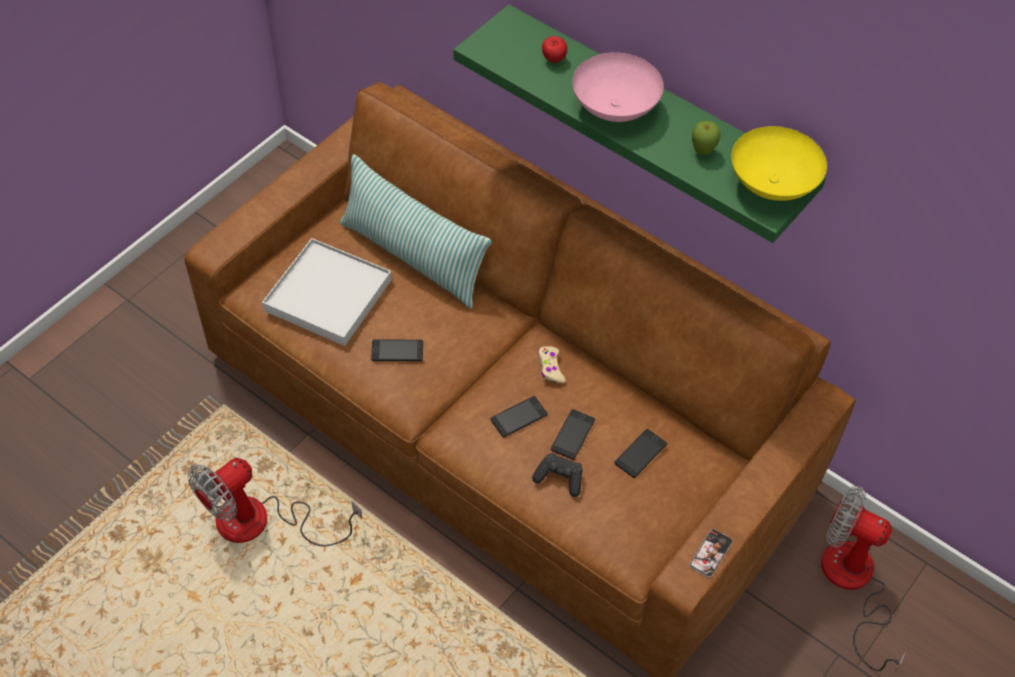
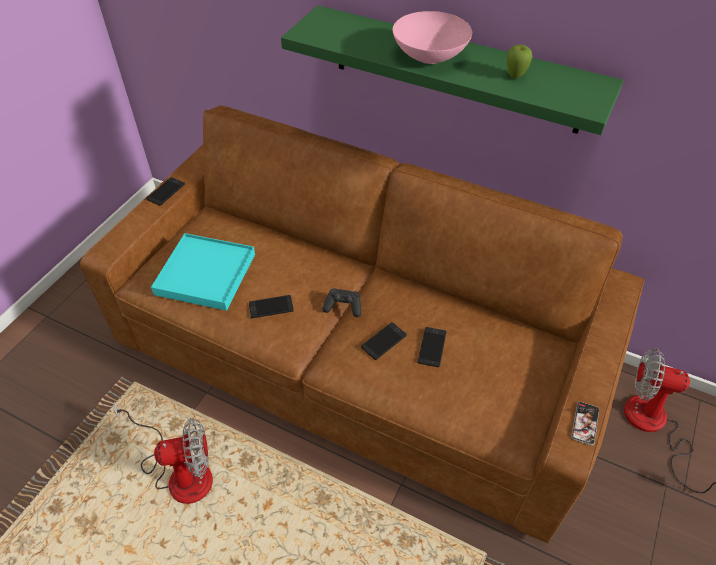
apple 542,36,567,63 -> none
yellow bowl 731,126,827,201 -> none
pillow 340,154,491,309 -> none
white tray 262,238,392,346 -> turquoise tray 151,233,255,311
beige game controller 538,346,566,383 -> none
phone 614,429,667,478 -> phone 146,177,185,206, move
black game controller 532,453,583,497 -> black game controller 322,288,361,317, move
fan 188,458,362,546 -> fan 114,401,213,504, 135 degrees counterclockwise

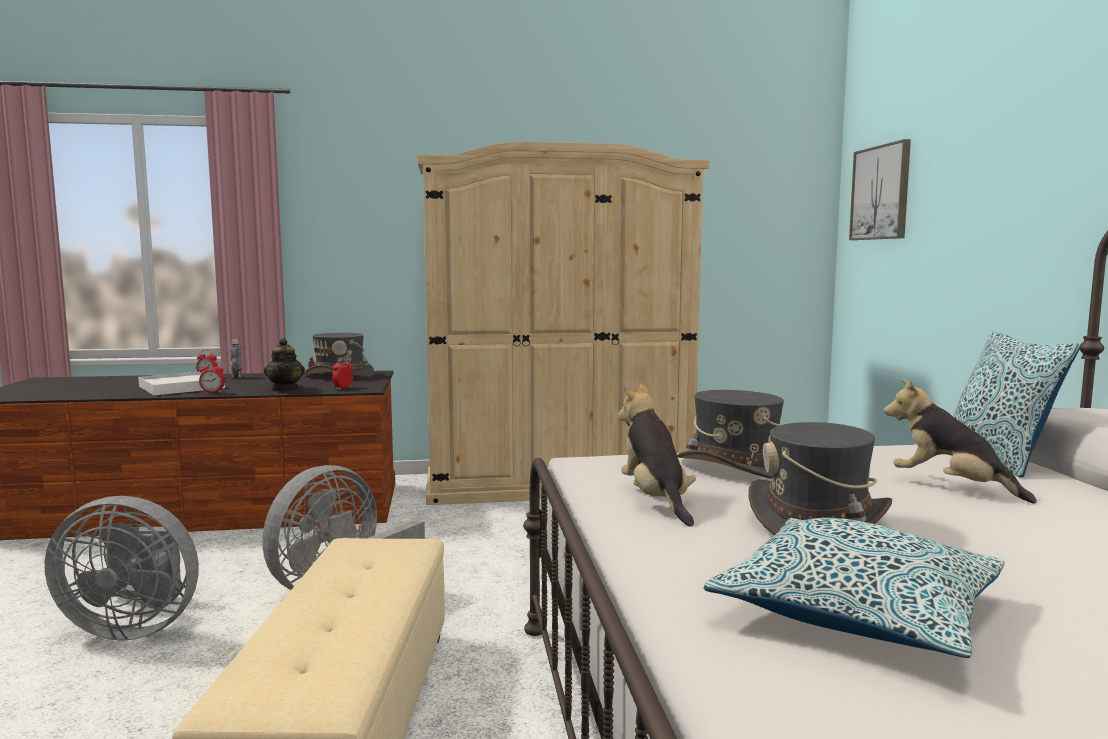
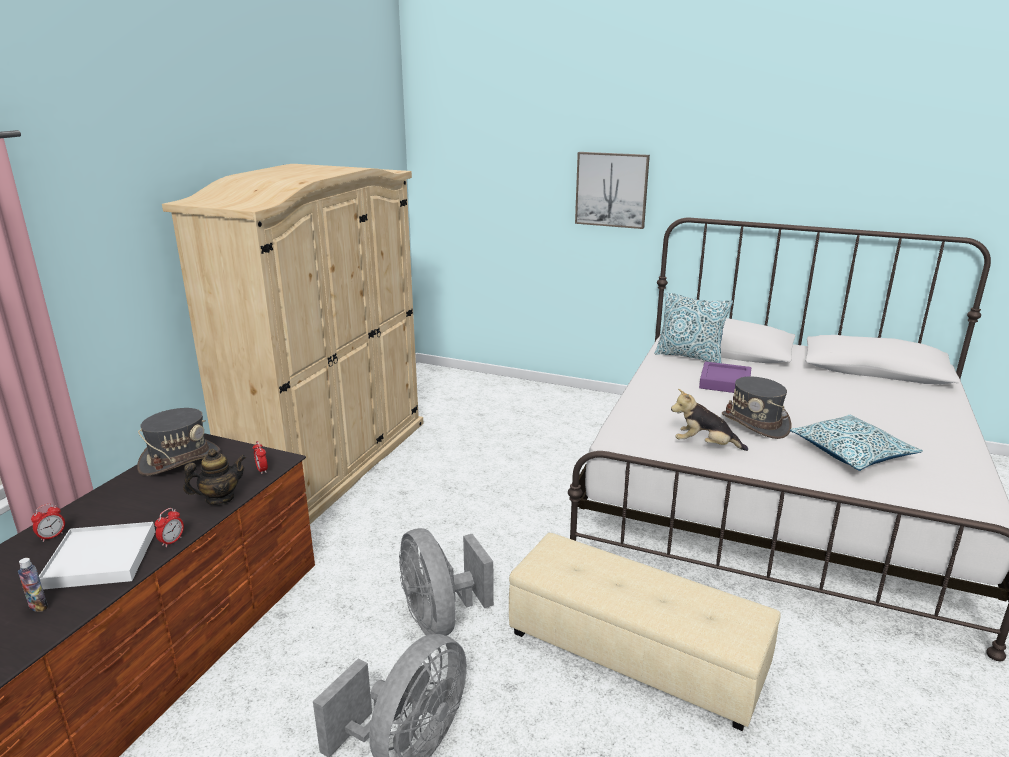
picture 849,139,911,240 -> picture 575,152,650,229, move
teapot 264,338,305,391 -> teapot 183,449,246,505, 45 degrees counterclockwise
bottle 230,340,242,378 -> bottle 18,558,48,612, move
plush toy 884,379,1037,504 -> purple tray 699,361,751,393
grey hat 677,390,784,479 -> none

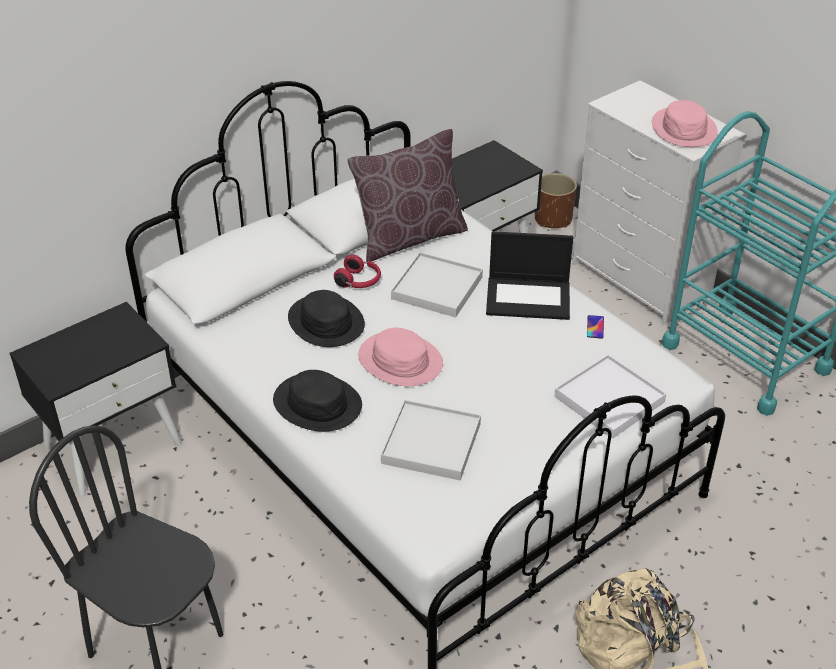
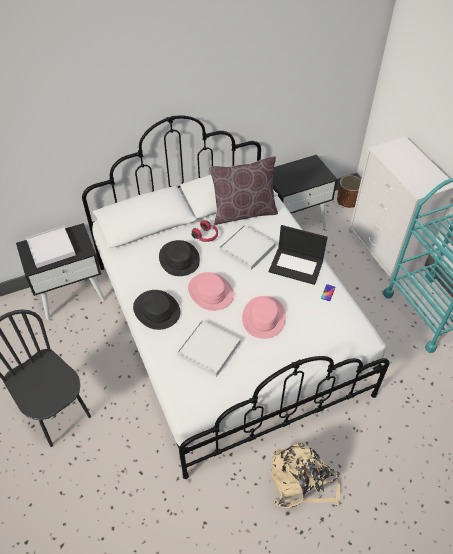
pink hat 652,100,718,147 -> pink hat 242,296,286,339, move
white tray 555,355,666,439 -> white tray 26,226,76,268, move

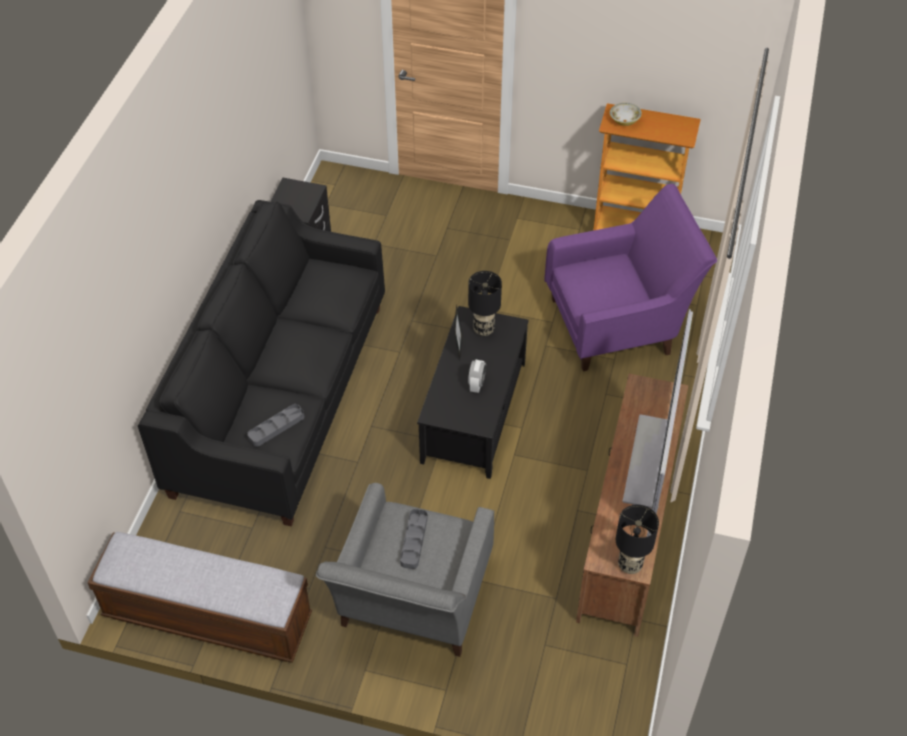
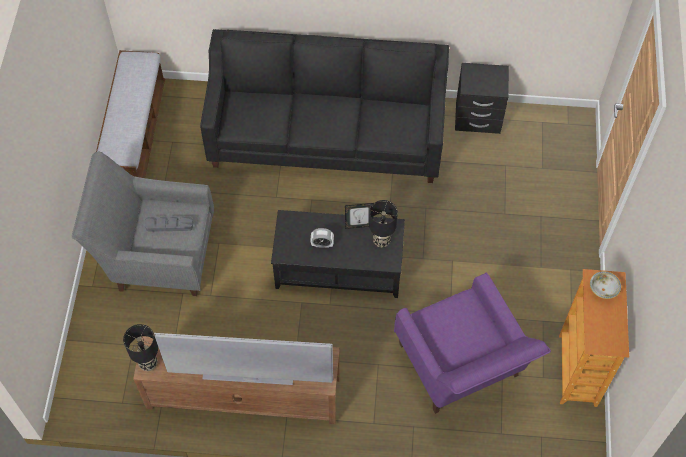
grey tray 247,404,304,447 -> none

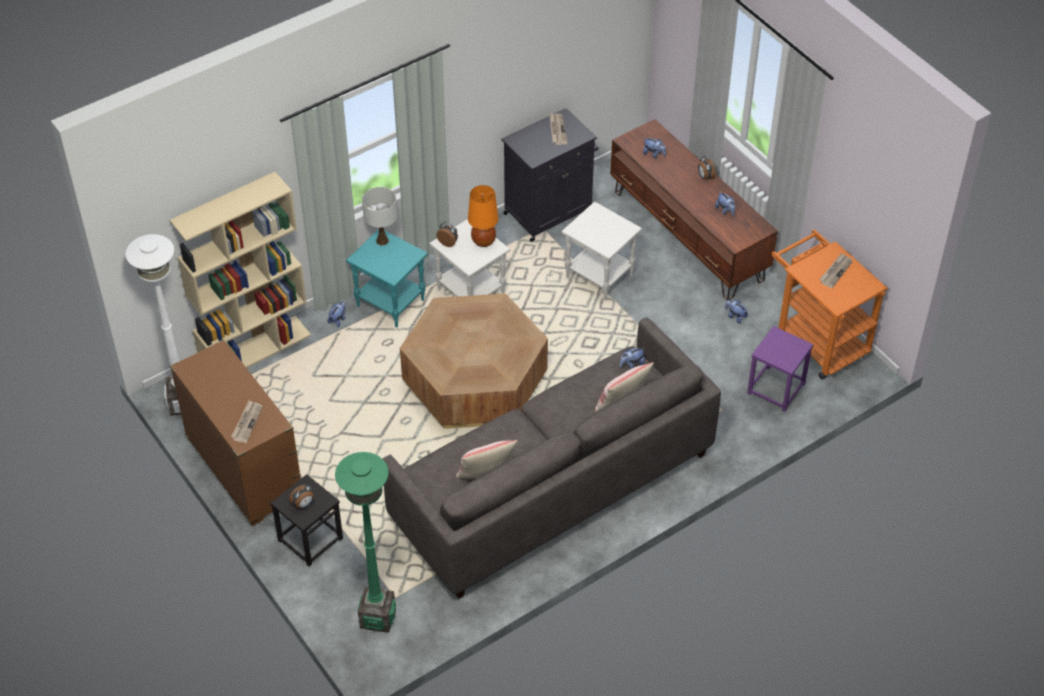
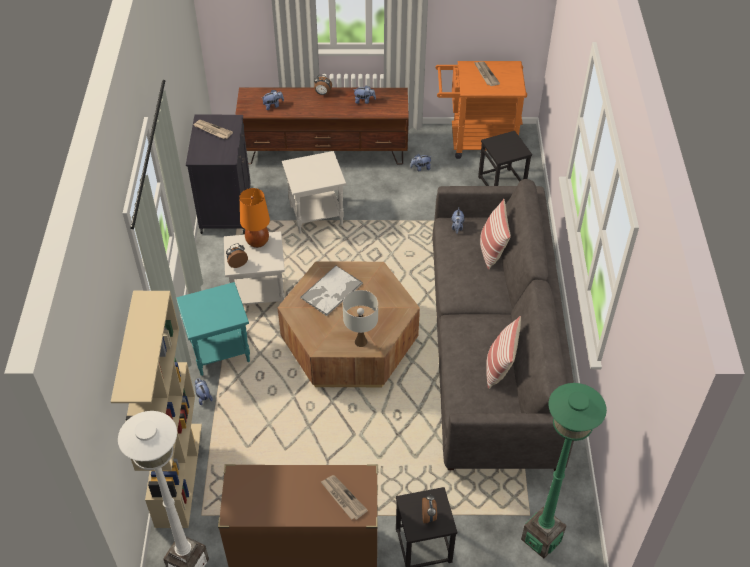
white table lamp 362,187,397,245 -> white table lamp 343,290,378,347, move
purple stool 747,326,813,412 -> black stool 478,131,532,186
none -> tray 300,266,363,316

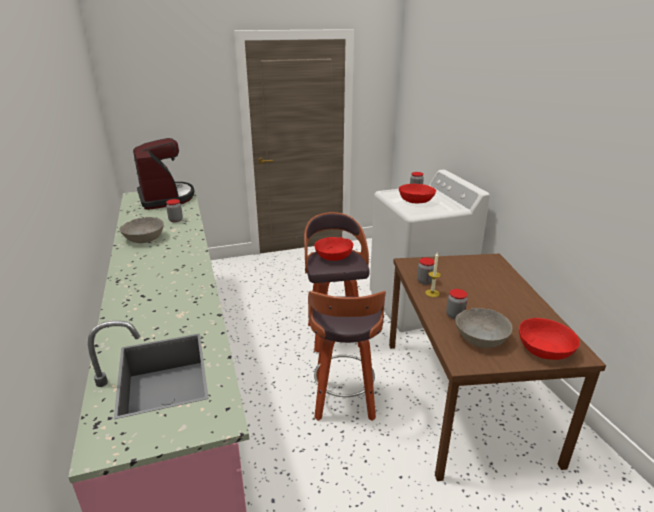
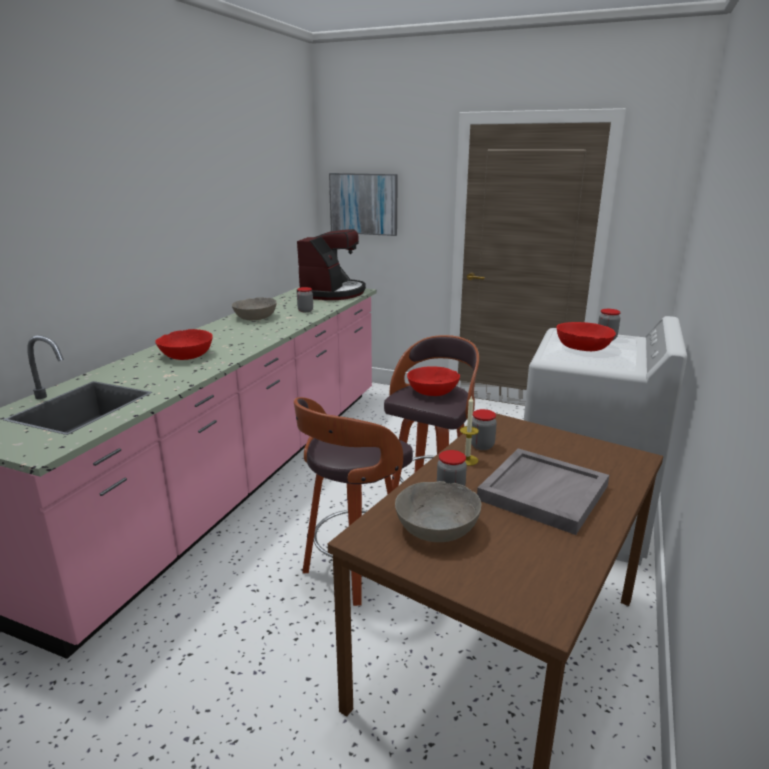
red bowl 519,318,580,360 -> red bowl 155,329,213,360, move
none -> picture 329,173,398,236
none -> grey tray 477,448,609,535

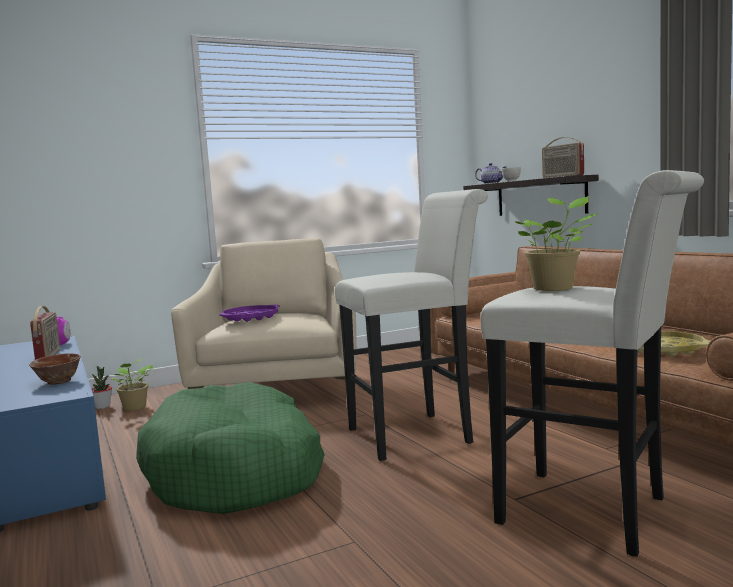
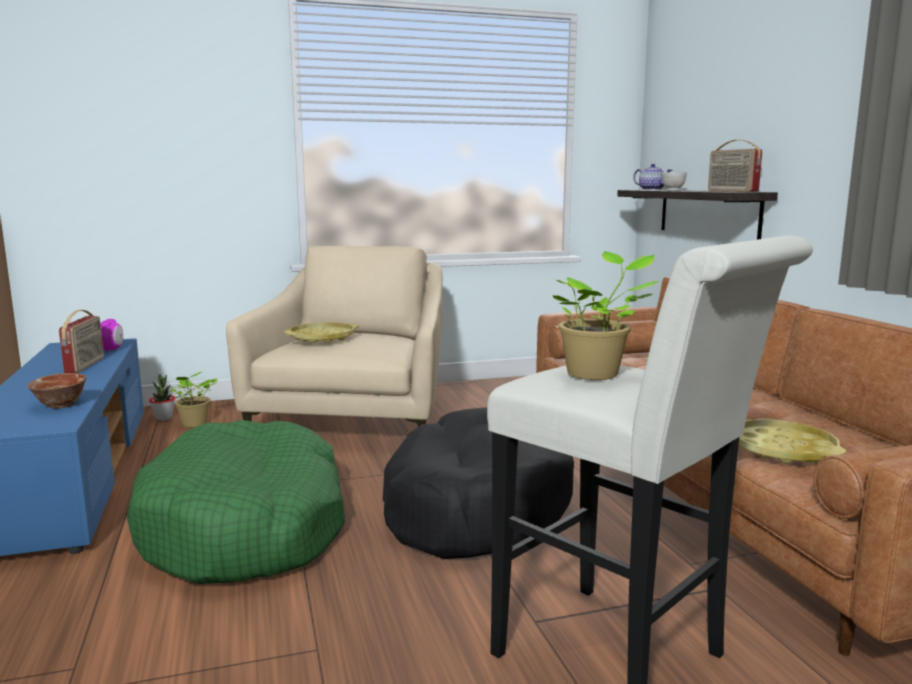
white stool 335,189,488,461 -> black dog bed 383,407,574,559
purple tray 219,305,280,322 -> yellow tray 284,322,359,343

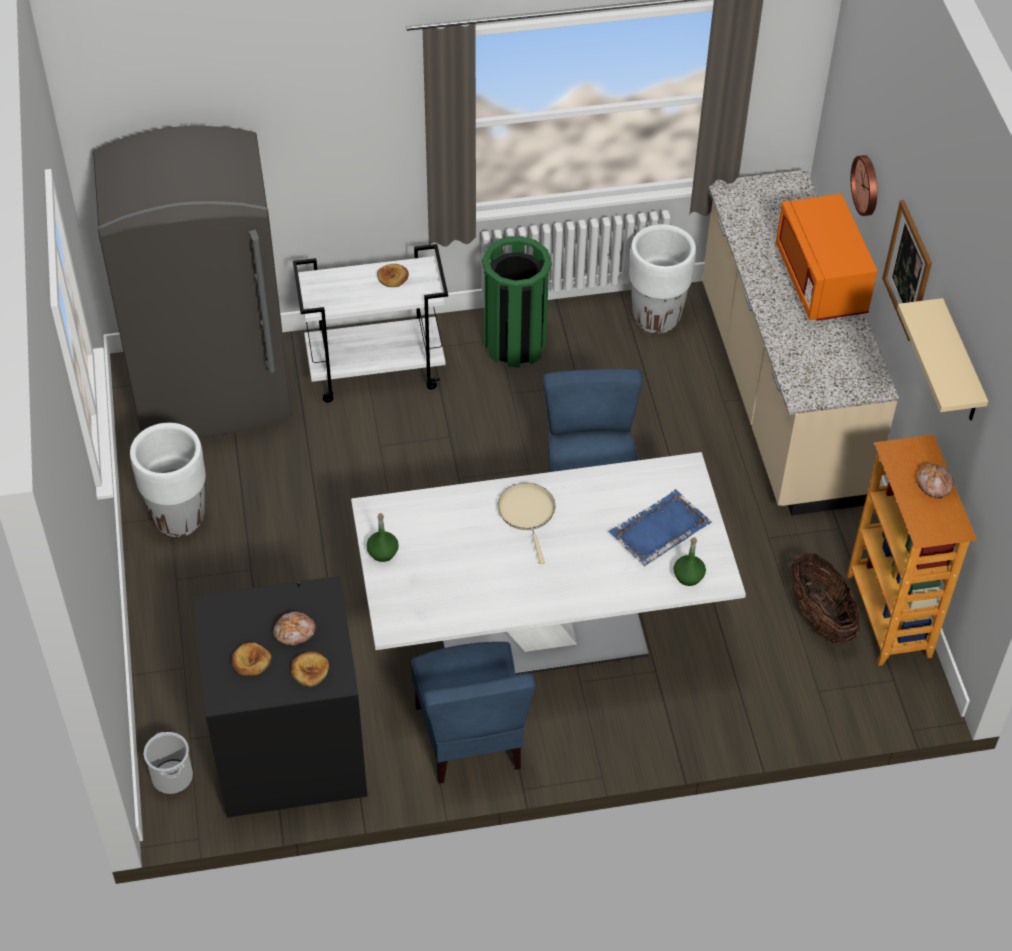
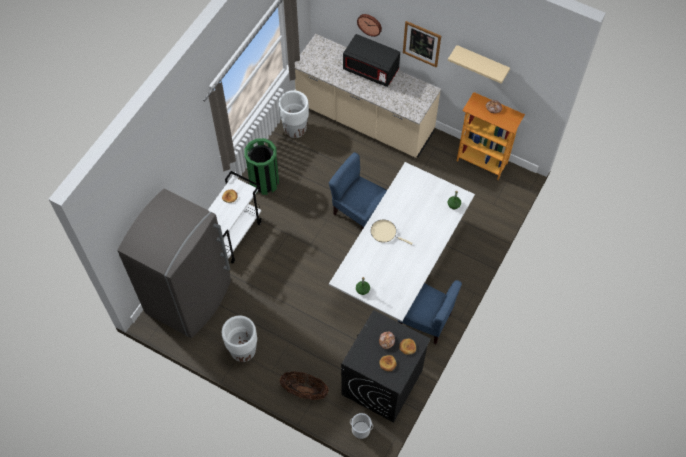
orange microwave 776,194,877,321 -> black microwave 343,34,400,87
blue tray 609,489,712,566 -> none
basket 792,553,860,644 -> basket 280,371,328,400, move

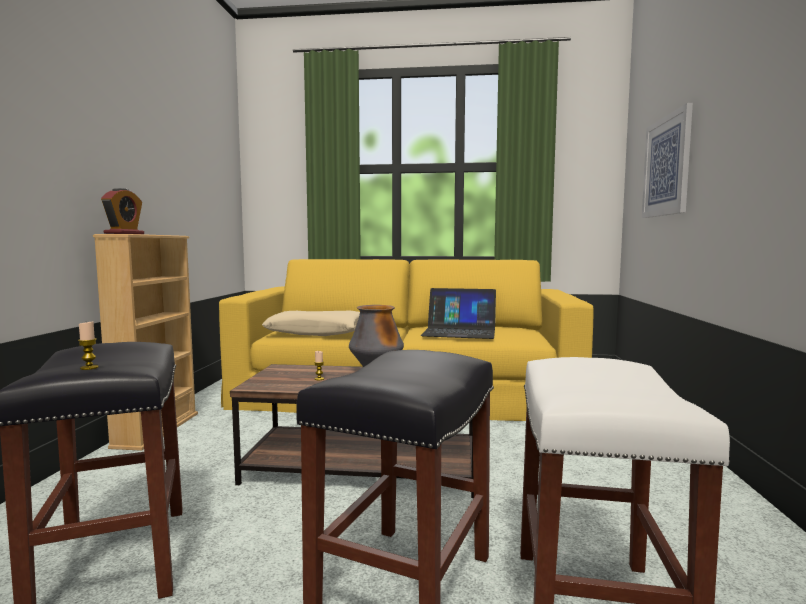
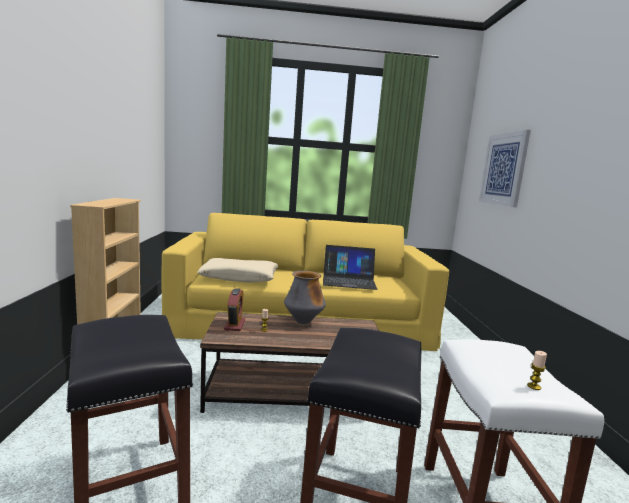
alarm clock 101,188,144,234 -> alarm clock 224,288,245,331, move
candle 78,322,99,370 -> candle 527,351,547,390, move

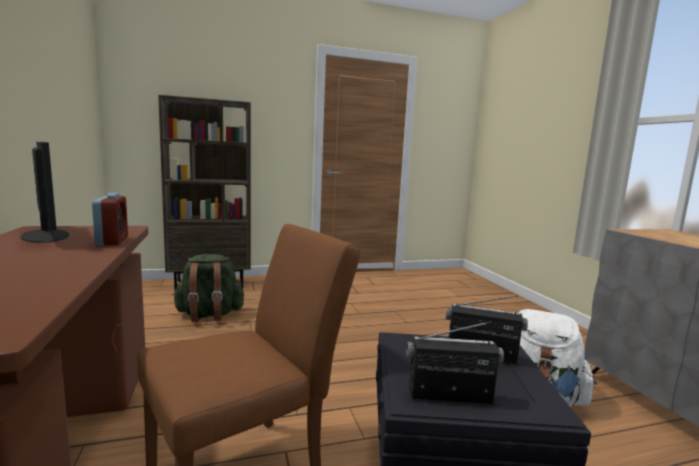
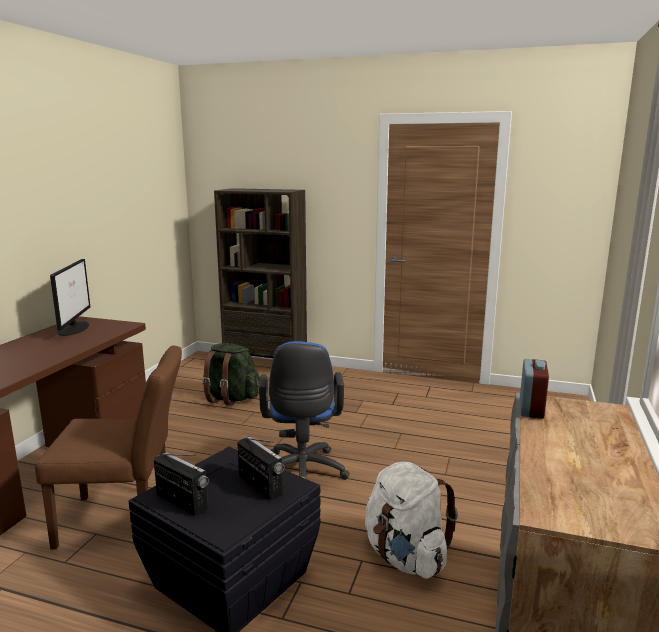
alarm clock 92,193,128,246 -> alarm clock 520,359,549,419, move
none -> blue office chair 259,341,350,480

